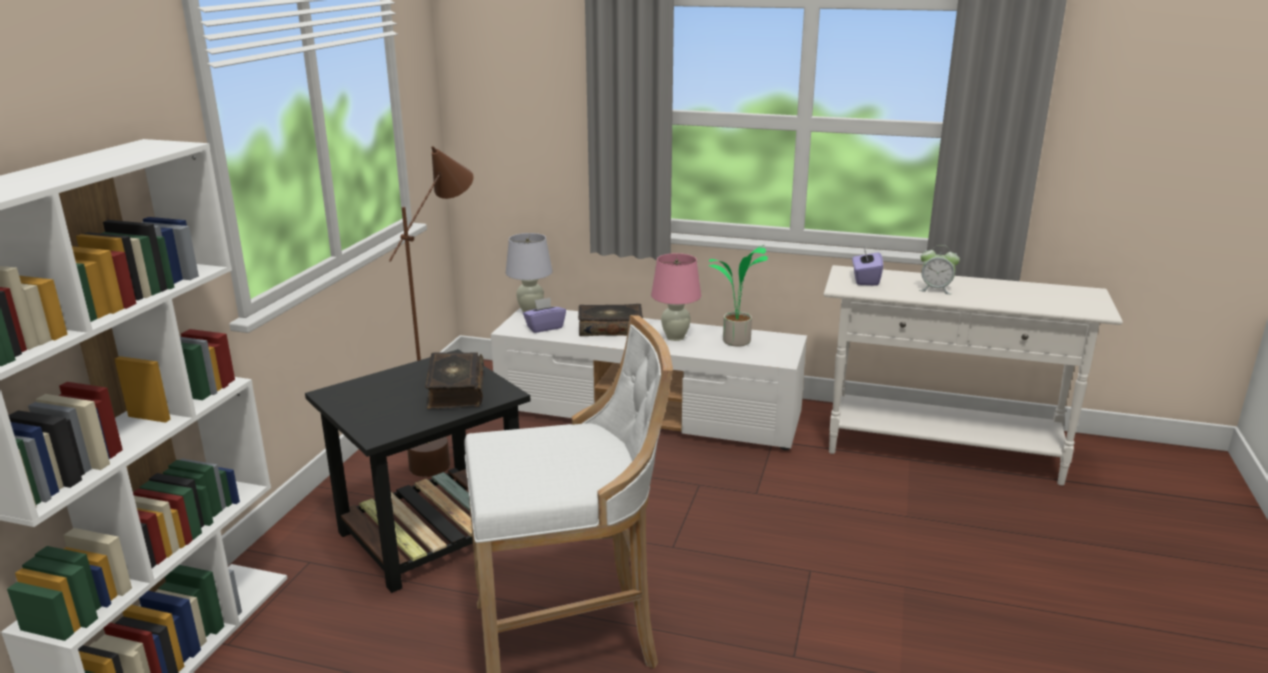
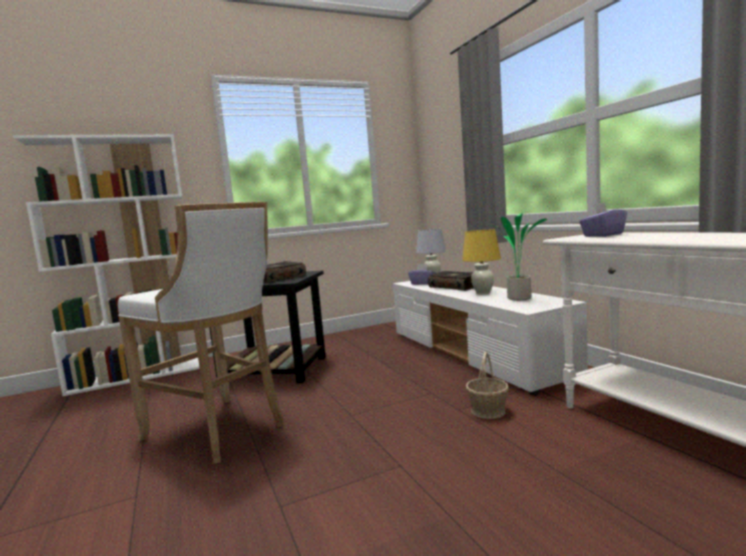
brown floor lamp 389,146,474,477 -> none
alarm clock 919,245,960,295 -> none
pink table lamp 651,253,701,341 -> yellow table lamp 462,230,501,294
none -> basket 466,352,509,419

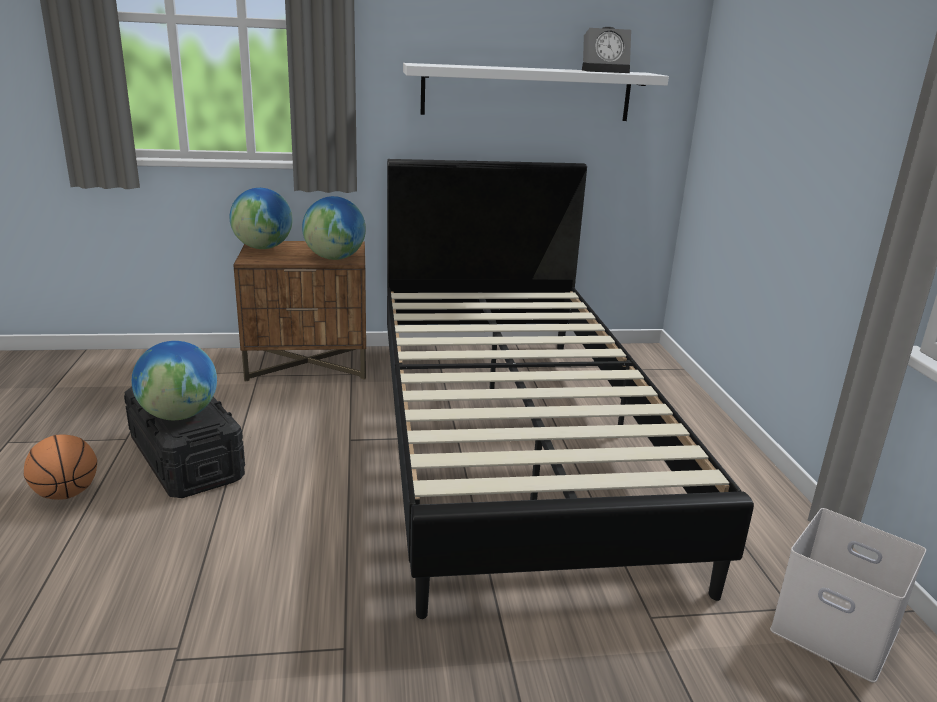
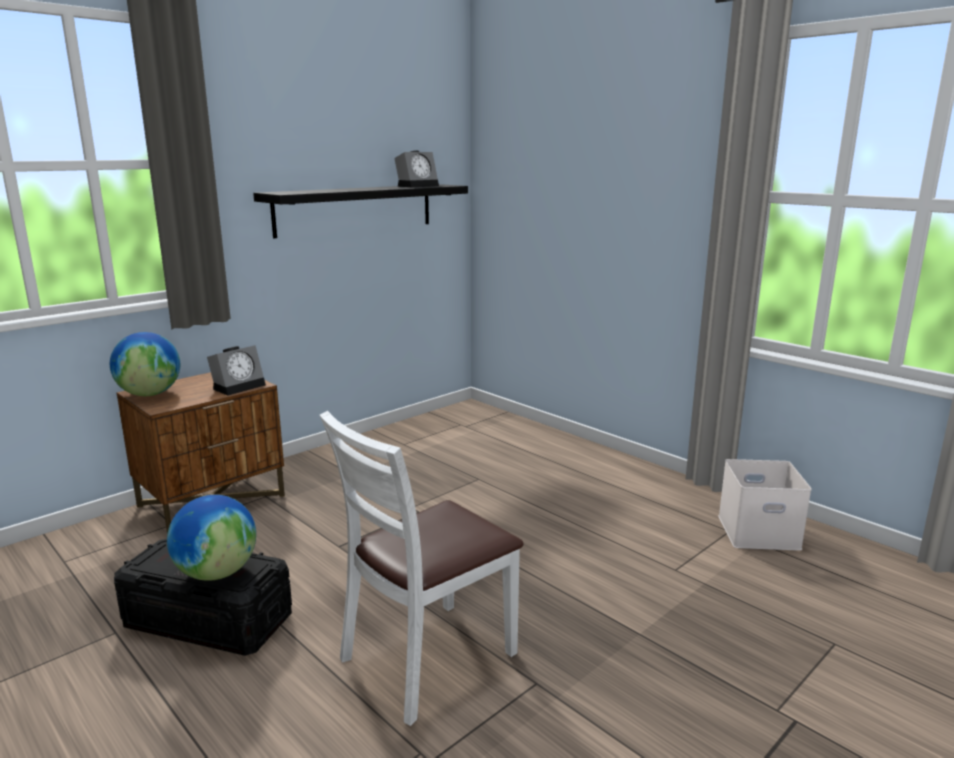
white shelf 403,63,669,121 -> black shelf 253,184,468,238
black bed 387,159,754,619 -> none
globe 302,196,366,260 -> alarm clock 207,345,266,396
basketball 24,434,97,500 -> none
none -> white chair 319,411,523,726

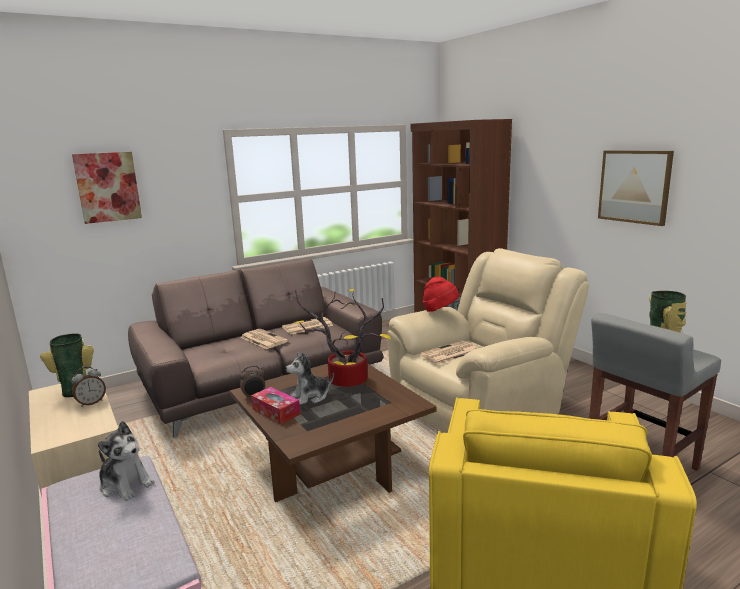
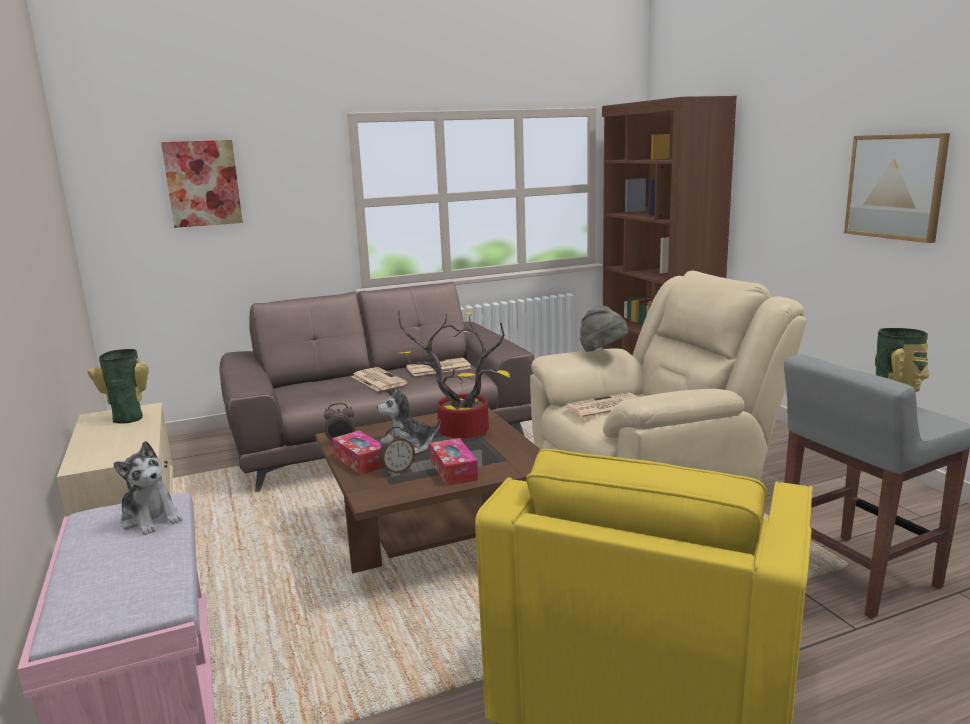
red hat 423,277,459,312 -> grey hat 580,306,629,352
alarm clock 71,366,106,407 -> alarm clock 379,426,415,474, move
none -> tissue box 430,438,478,486

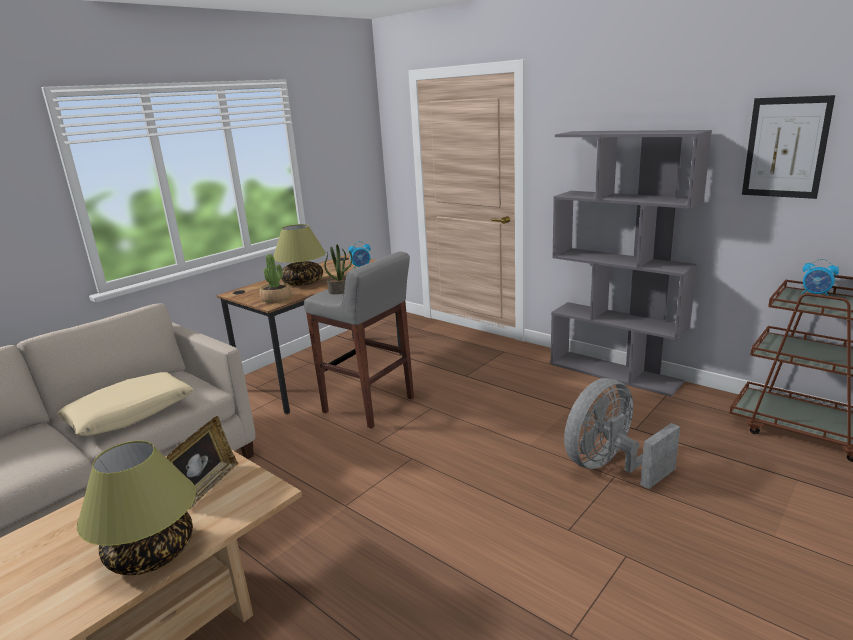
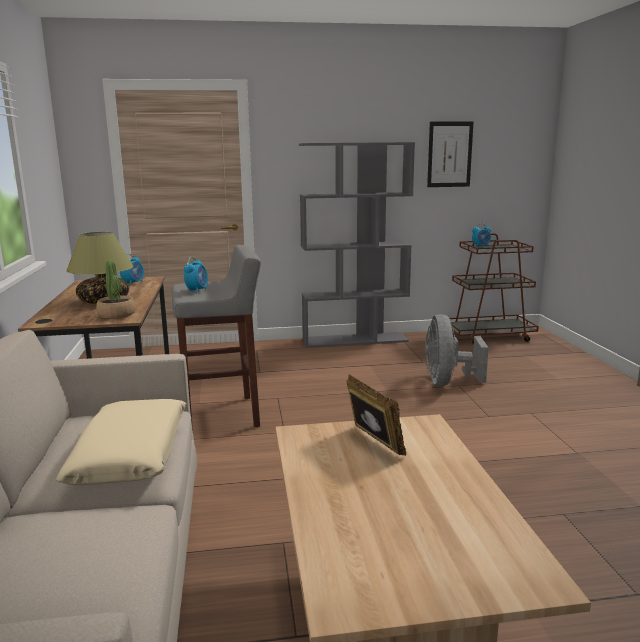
potted plant 324,245,352,294 -> alarm clock 184,257,208,294
table lamp 77,441,196,575 -> none

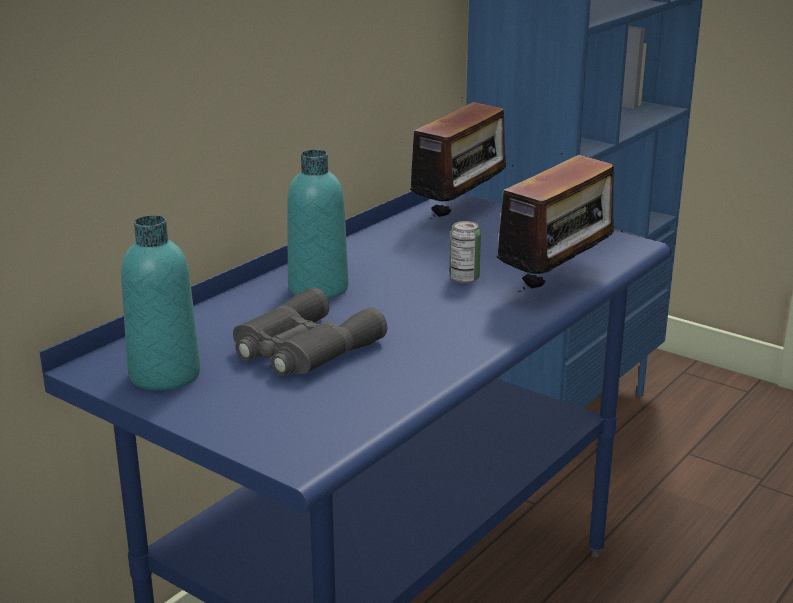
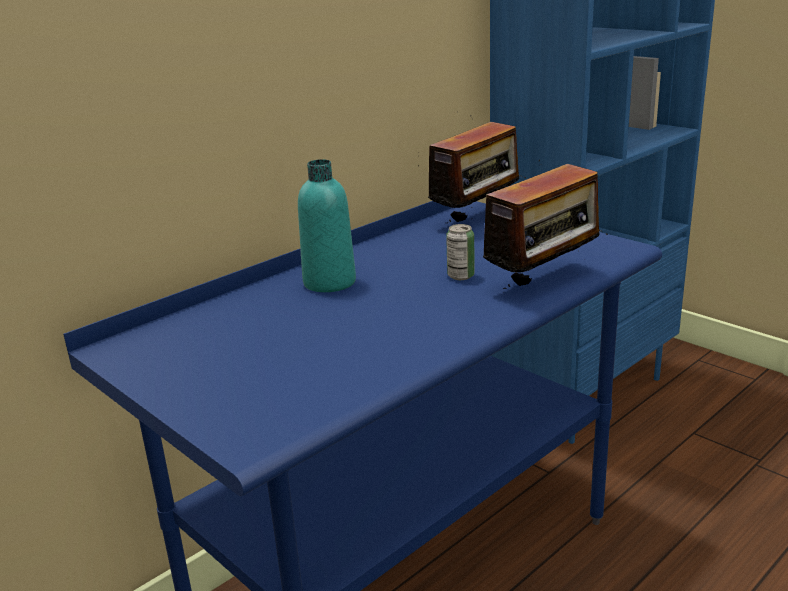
turquoise bottle 121,215,200,391 -> none
grey binoculars 233,287,387,376 -> none

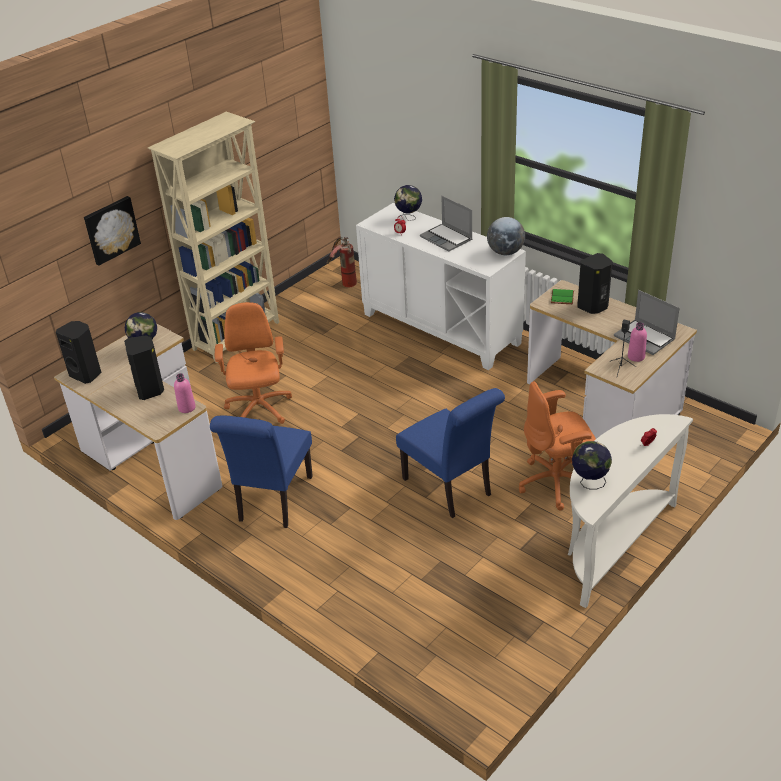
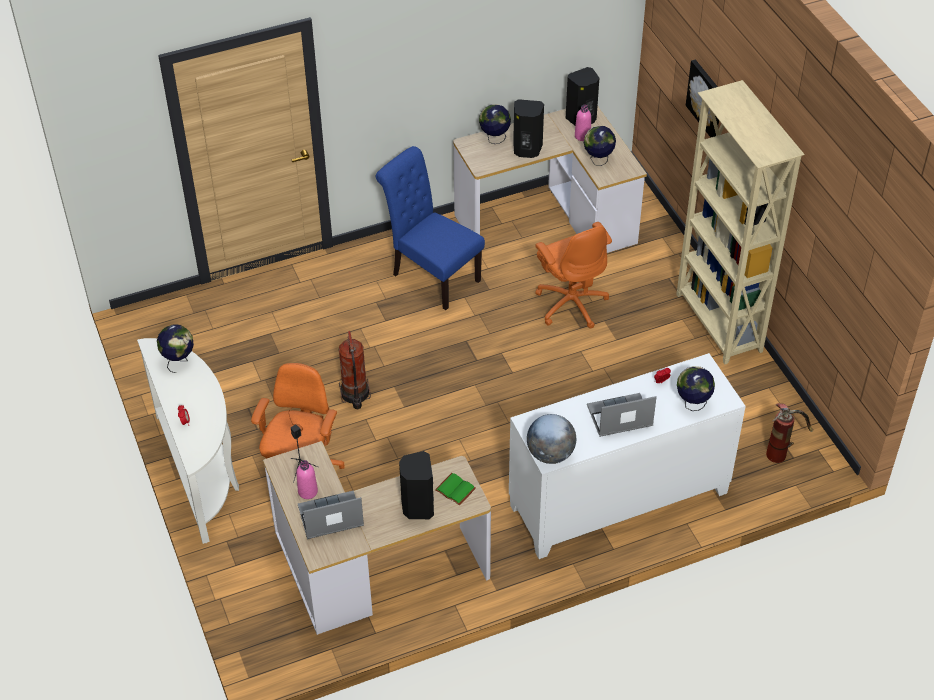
orange office chair 215,302,292,424 -> orange office chair 535,222,612,329, 45 degrees clockwise
pink bottle 174,373,196,413 -> pink bottle 575,105,591,141, move
blue chair 396,388,505,518 -> fire extinguisher 338,331,371,409
none -> globe 479,104,511,144

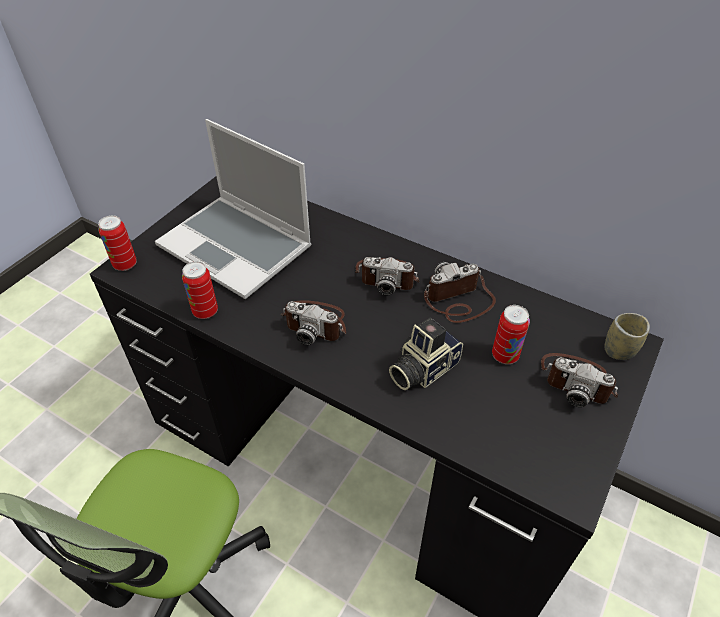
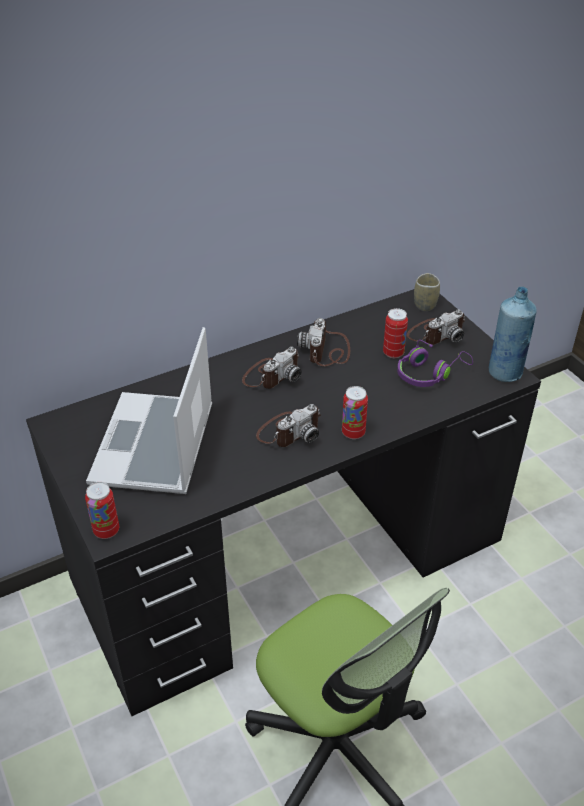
laptop 155,119,312,299 -> laptop 86,327,212,494, 120 degrees clockwise
can 182,261,218,319 -> can 342,386,368,439, move
photo camera 389,318,463,390 -> none
none -> blue bottle 489,286,537,382
none -> purple headphones 397,340,473,387

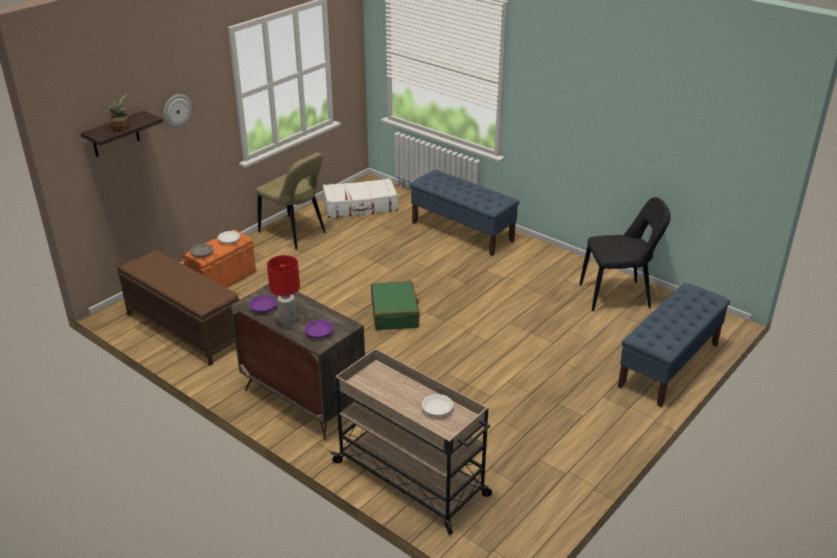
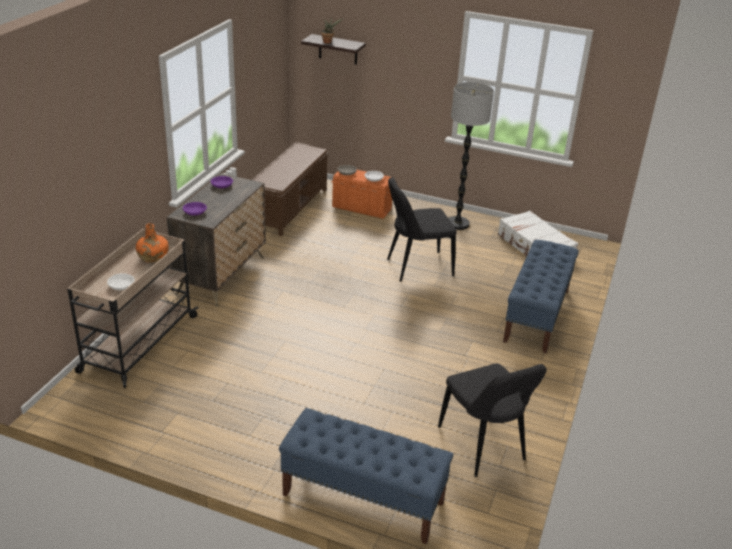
wall clock 164,94,192,128 -> none
beige chair 256,152,326,250 -> floor lamp 448,82,494,230
red table lamp 267,255,300,326 -> none
green suitcase 371,281,420,330 -> none
none -> black chair 387,177,457,282
none -> orange bottle 136,223,168,263

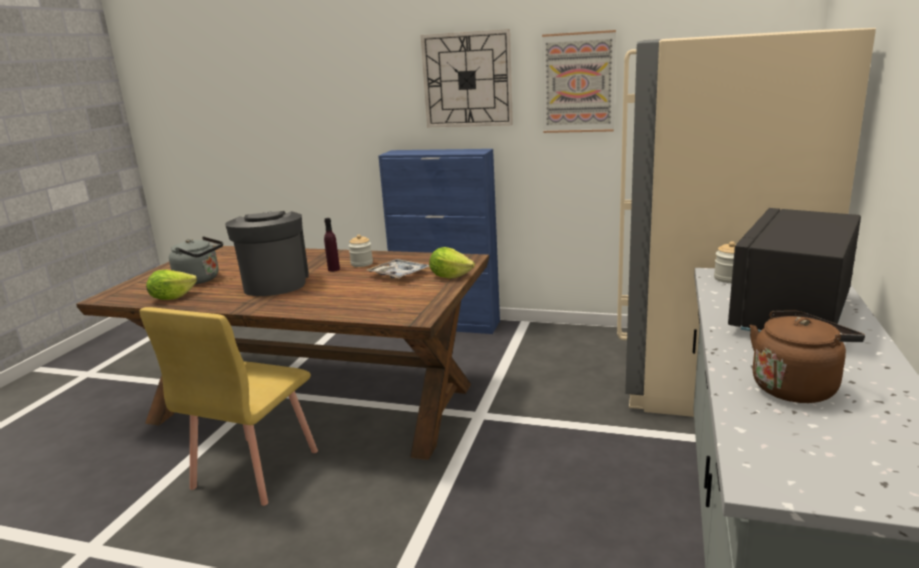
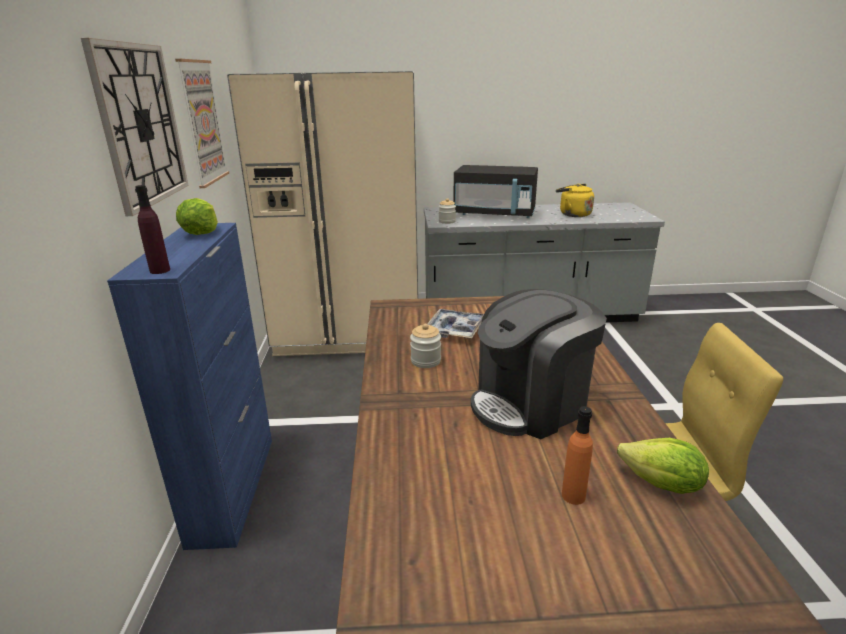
purple bottle 324,218,340,272 -> purple bottle 135,185,170,274, move
grey kettle 169,236,223,284 -> orange bottle 562,406,593,505
lettuce 429,247,475,279 -> lettuce 176,198,218,235, move
brown kettle 750,310,865,403 -> yellow kettle 556,184,594,217

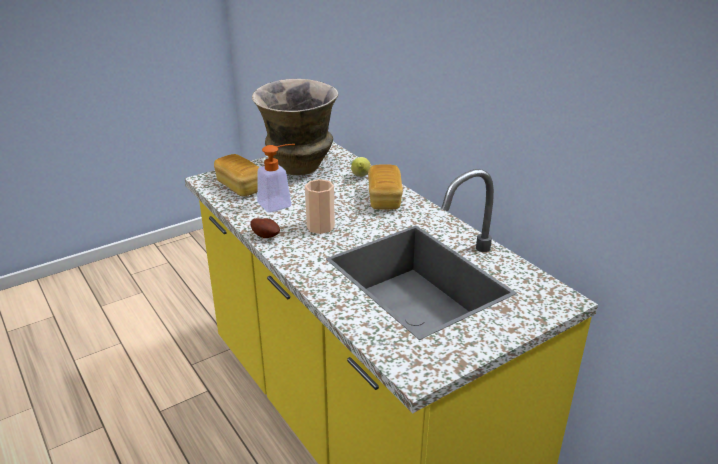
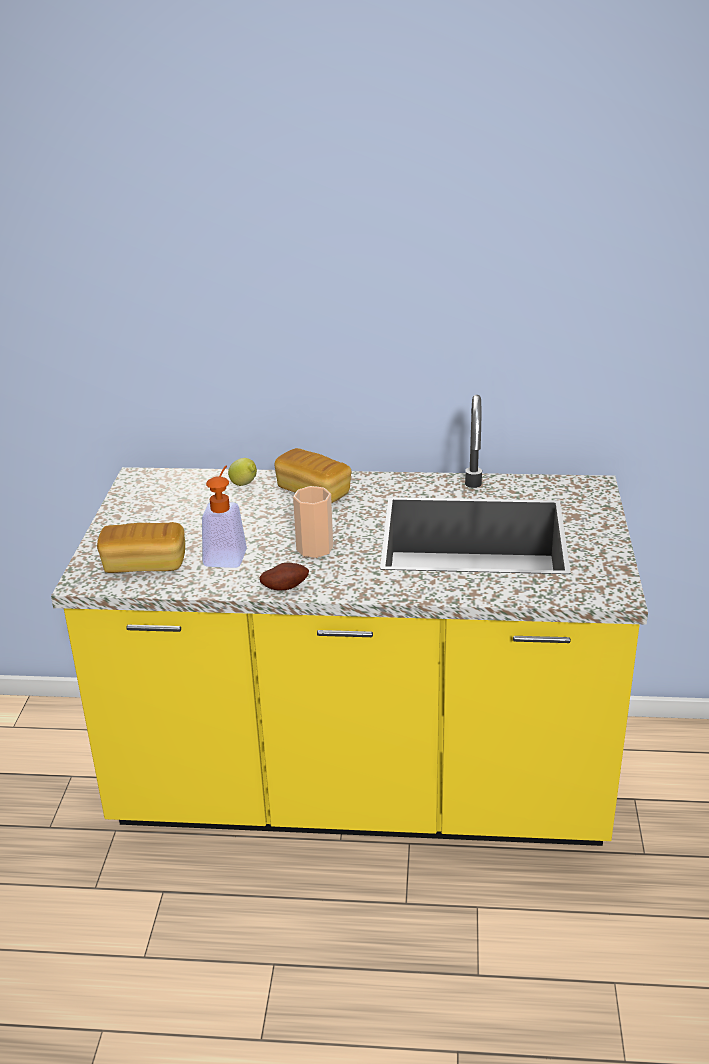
vase 252,79,338,175 -> none

